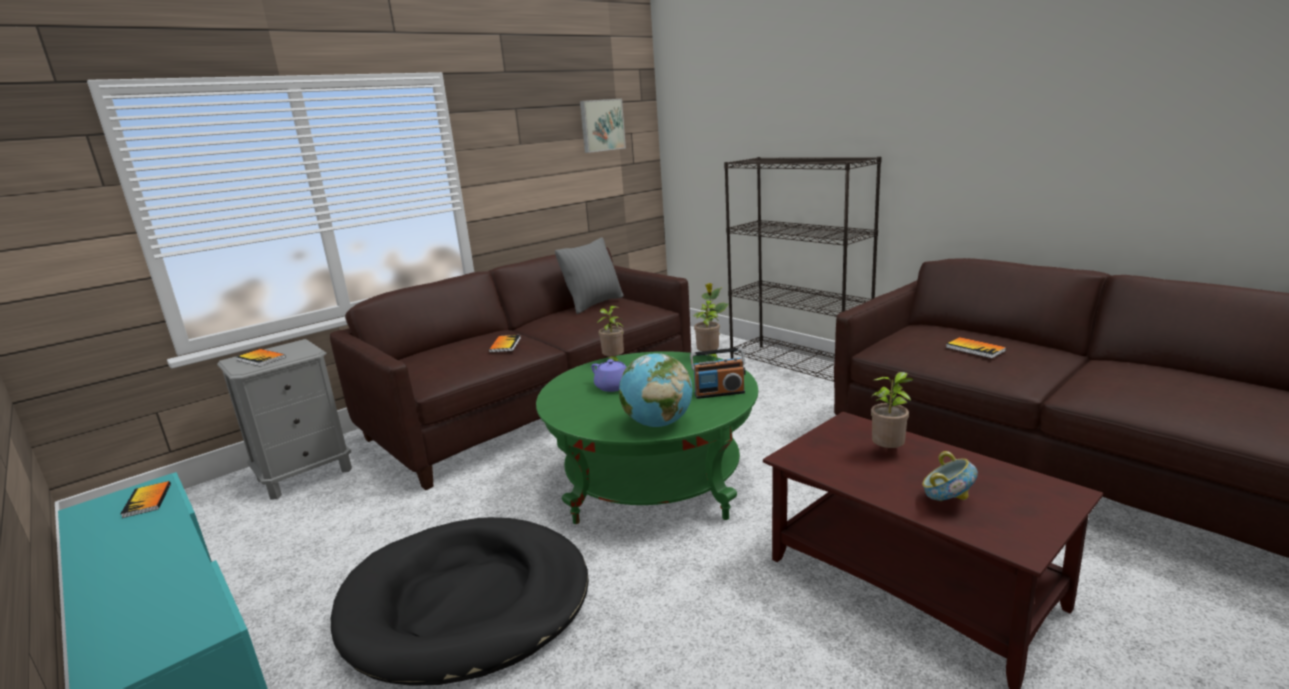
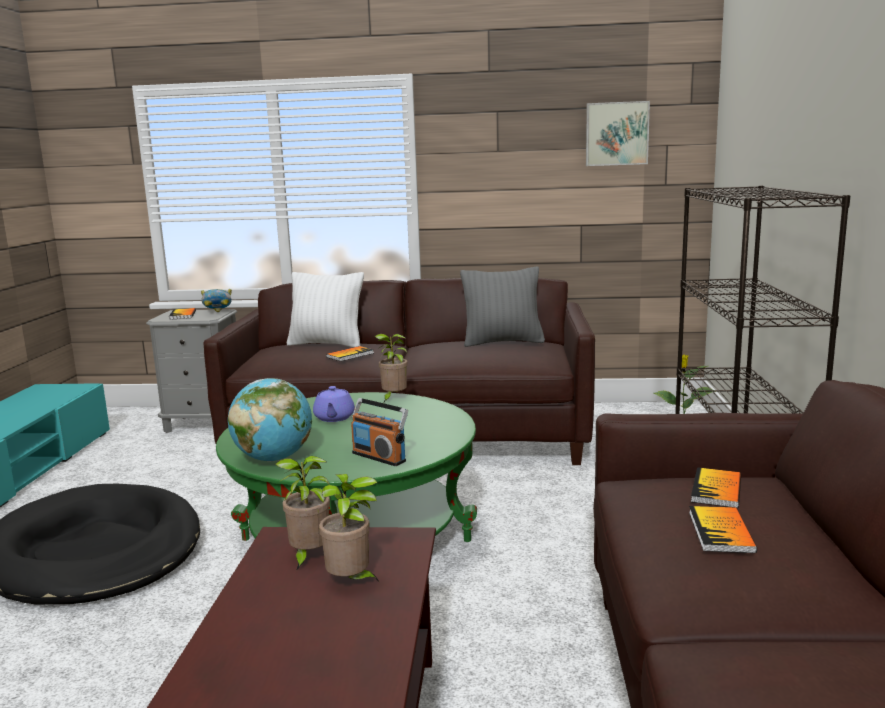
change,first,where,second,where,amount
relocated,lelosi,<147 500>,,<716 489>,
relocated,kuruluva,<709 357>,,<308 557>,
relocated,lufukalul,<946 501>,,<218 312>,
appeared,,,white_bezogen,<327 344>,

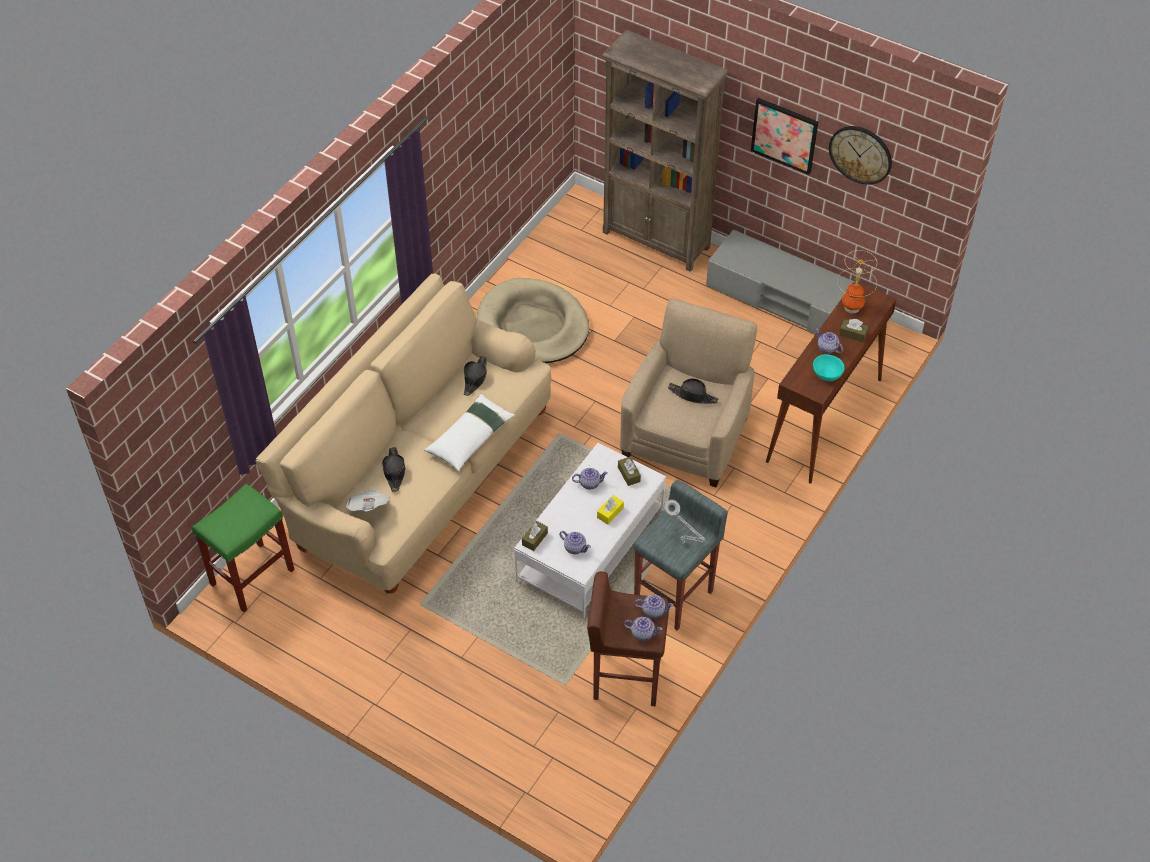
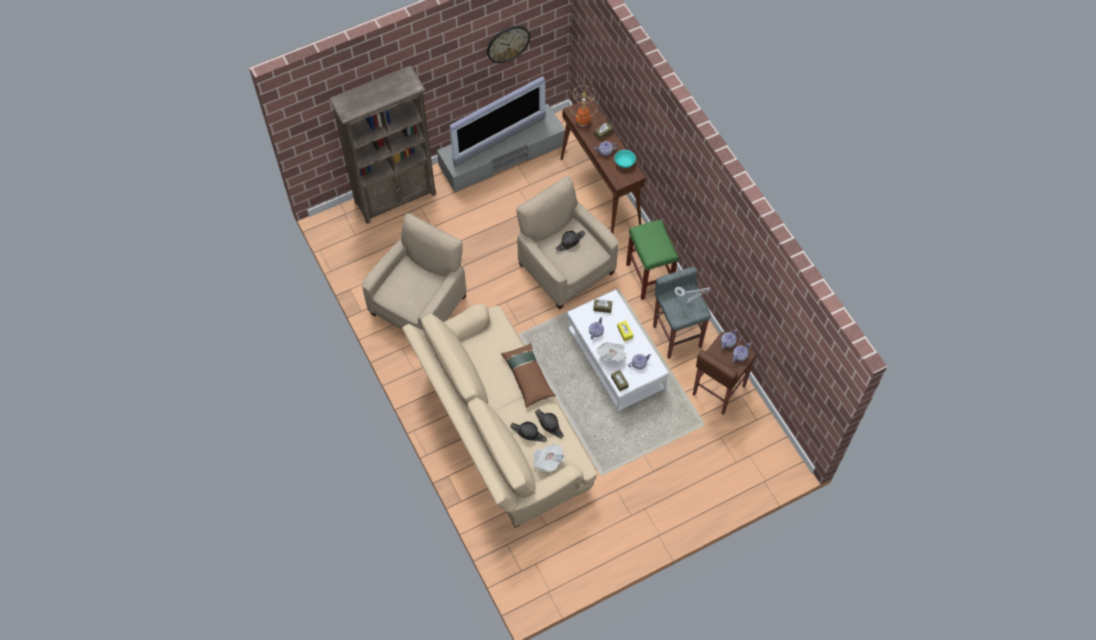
change,first,where,second,where,amount
relocated,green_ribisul,<251 578>,,<650 277>,
colour,white_bezogen,<470 438>,brown_bezogen,<528 377>,
relocated,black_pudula,<475 378>,,<549 425>,
exchanged,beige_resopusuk,<533 326>,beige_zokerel,<419 304>,
missing,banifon,<784 135>,,,
appeared,,,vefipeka,<500 143>,
appeared,,,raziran,<612 355>,

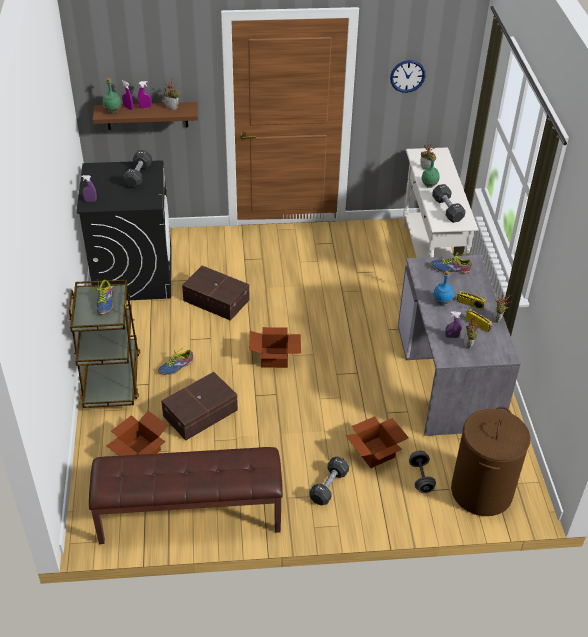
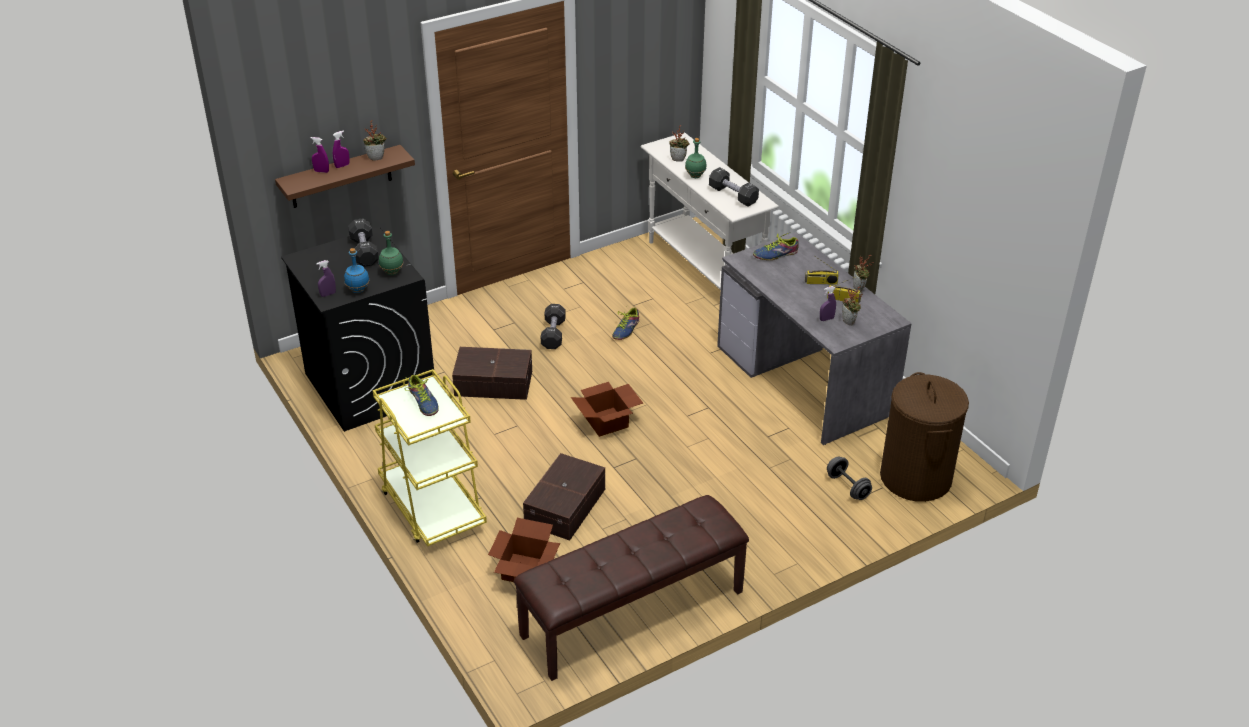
change,first,where,second,where,amount
colour,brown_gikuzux,<112 379>,yellow_gikuzux,<432 507>,
relocated,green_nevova,<113 111>,,<392 272>,
relocated,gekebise,<176 366>,,<626 329>,
relocated,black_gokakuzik,<329 486>,,<553 334>,
missing,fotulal,<376 452>,,,
missing,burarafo,<407 76>,,,
relocated,blue_nevova,<442 302>,,<358 290>,

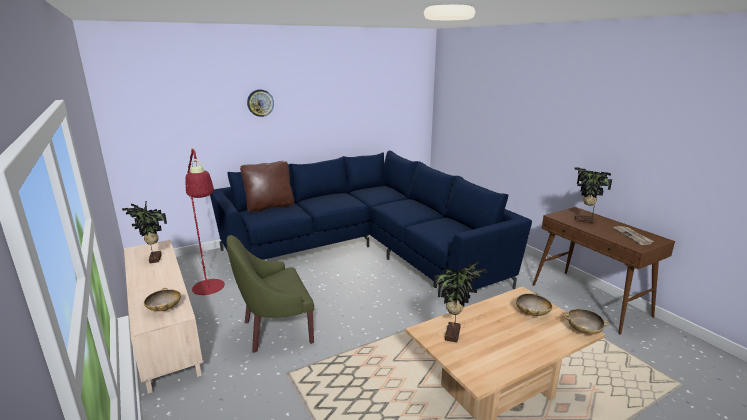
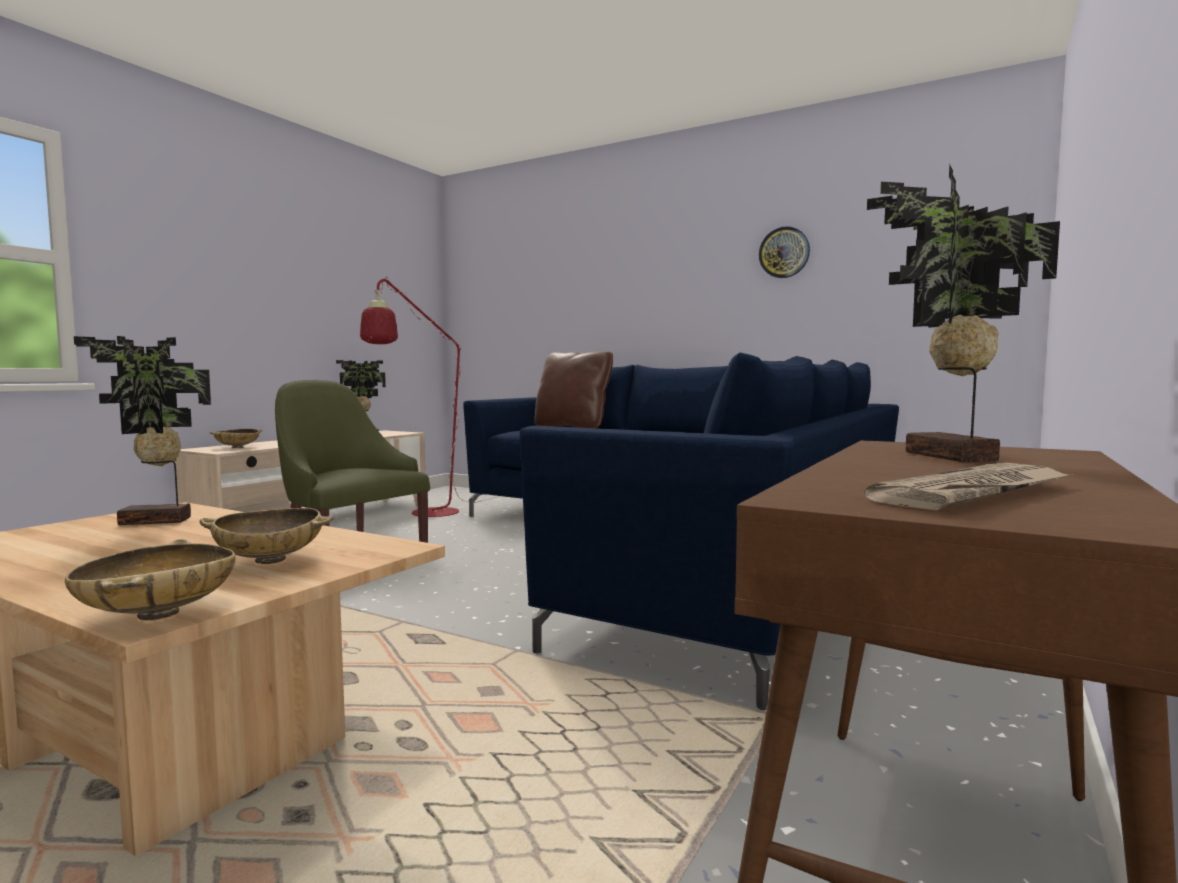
change,first,where,second,where,amount
relocated,burarafo,<260 103>,,<784 252>,

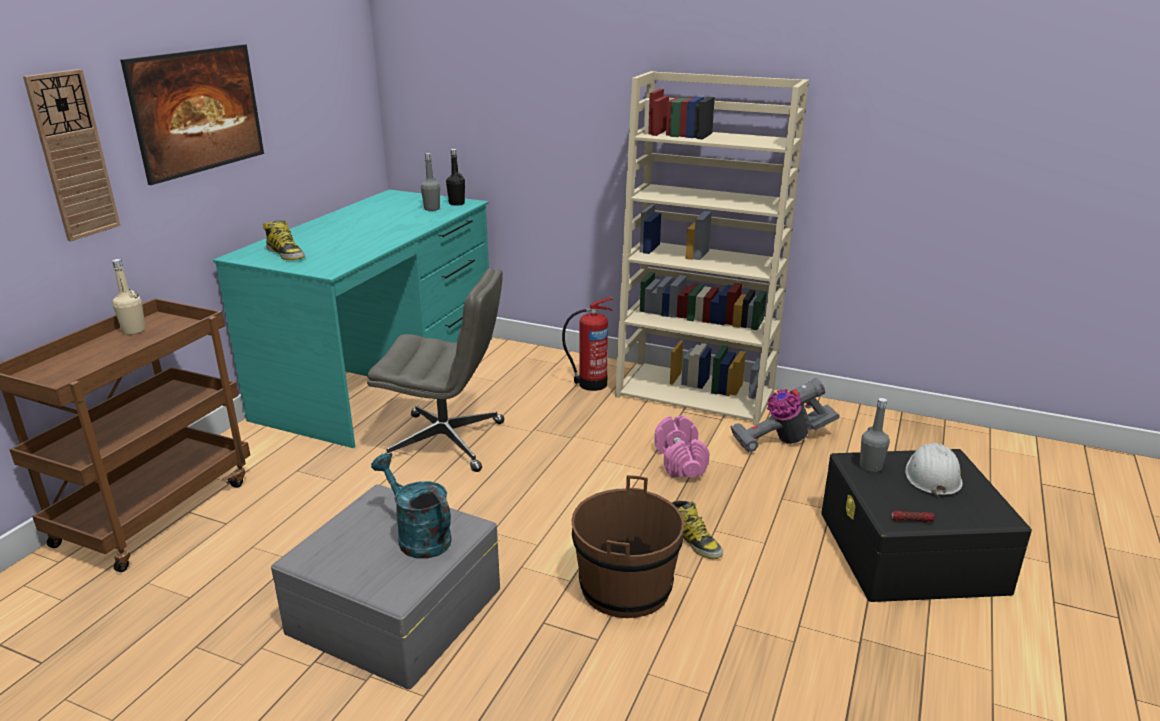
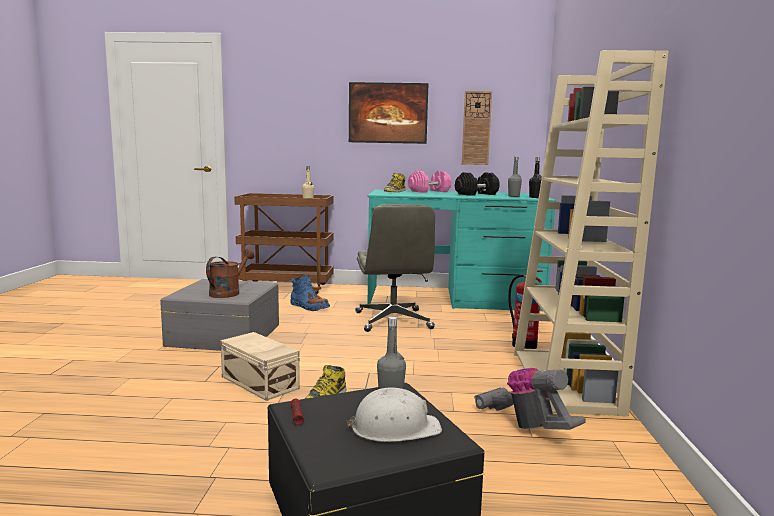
change,first,where,second,where,amount
relocated,burarafo,<73 155>,,<476 128>,
colour,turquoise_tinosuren,<418 536>,brown_tinosuren,<228 292>,
exchanged,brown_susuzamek,<626 587>,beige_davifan,<259 383>,
relocated,pink_gokakuzik,<680 461>,,<429 191>,
appeared,,,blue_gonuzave,<309 307>,
appeared,,,black_gokakuzik,<476 194>,

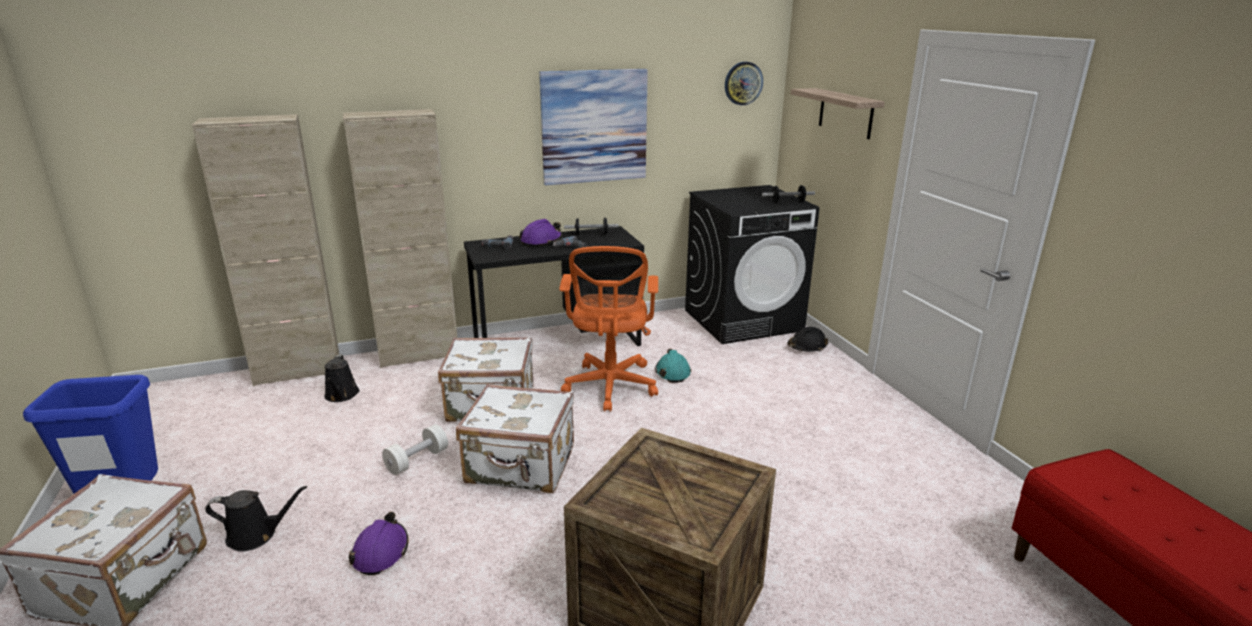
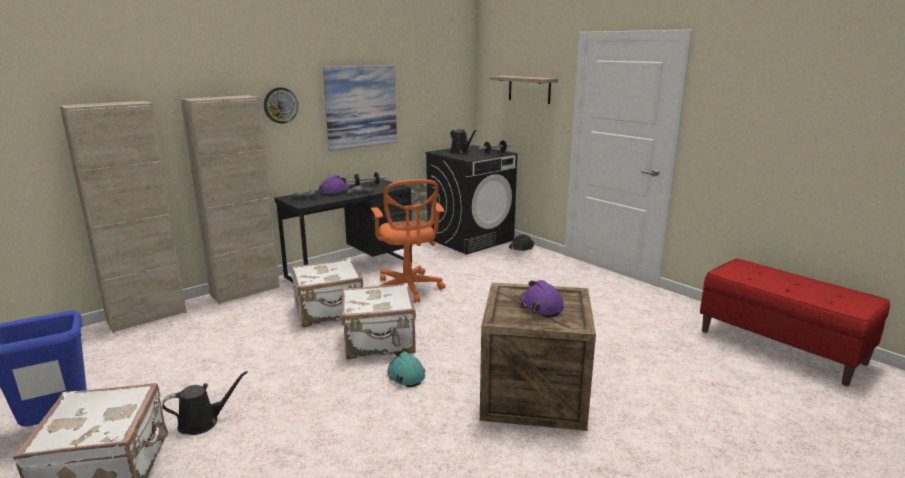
change,first,where,second,where,amount
relocated,black_tinosuren,<341 395>,,<461 152>,
relocated,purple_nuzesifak,<381 552>,,<541 306>,
missing,white_gokakuzik,<417 460>,,,
relocated,turquoise_nuzesifak,<672 372>,,<406 375>,
relocated,burarafo,<743 83>,,<280 105>,

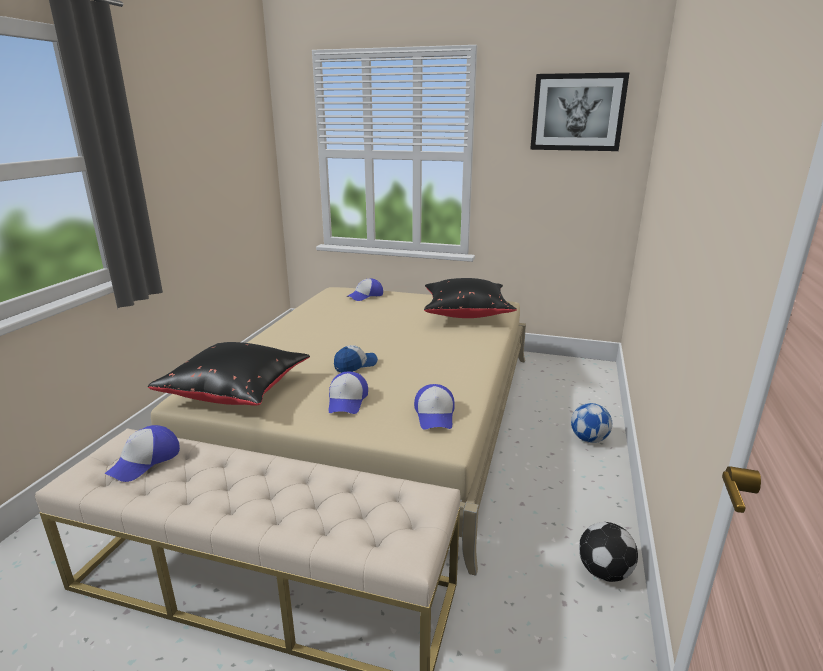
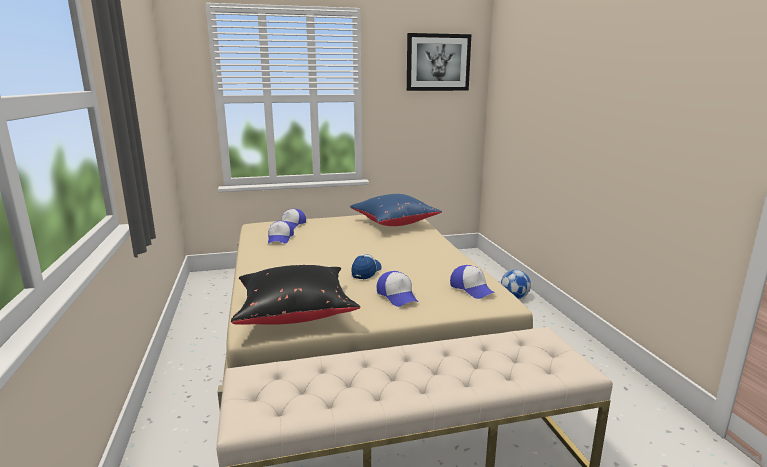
change,first,where,second,where,amount
relocated,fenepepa,<145 461>,,<280 238>,
colour,black_bezogen,<466 313>,blue_bezogen,<393 223>,
missing,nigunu,<604 572>,,,

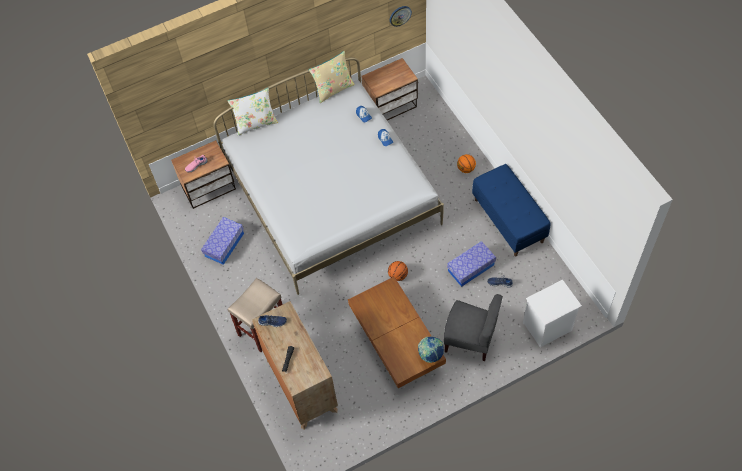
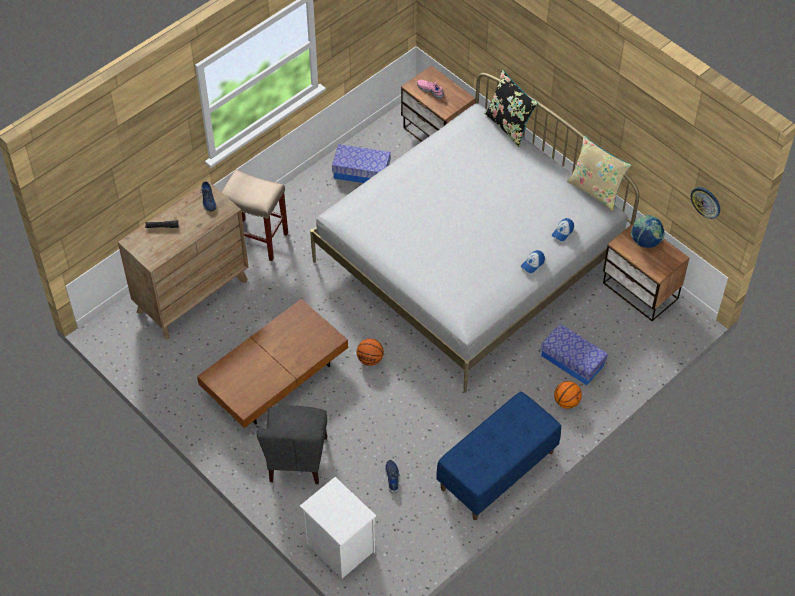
change,first,where,second,where,amount
colour,white_bezogen,<255 123>,black_bezogen,<509 126>,
relocated,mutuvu,<430 354>,,<645 242>,
relocated,davifan,<471 268>,,<572 361>,

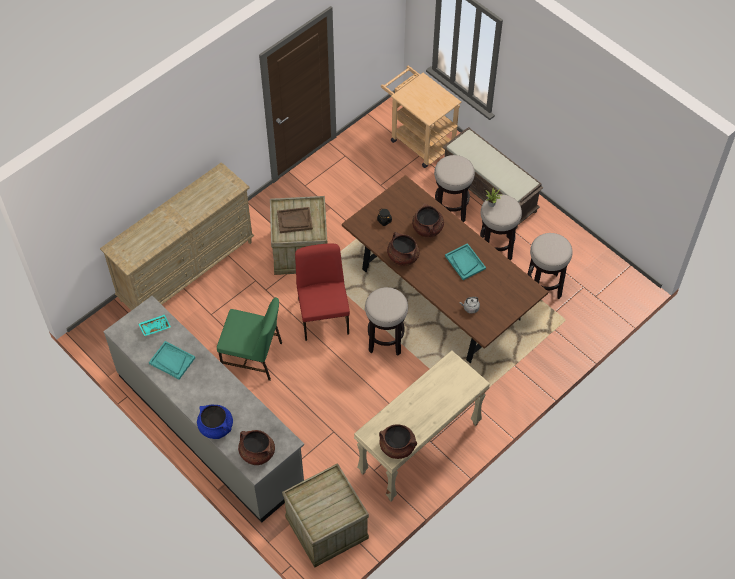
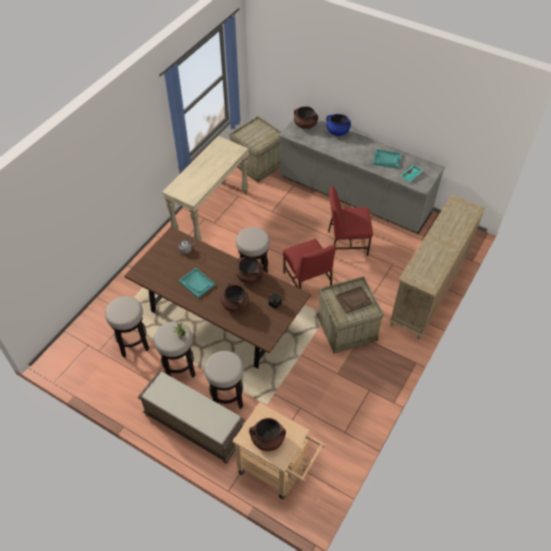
change,first,where,second,where,amount
colour,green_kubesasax,<253 357>,red_kubesasax,<346 243>,
relocated,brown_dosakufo,<397 447>,,<267 439>,

